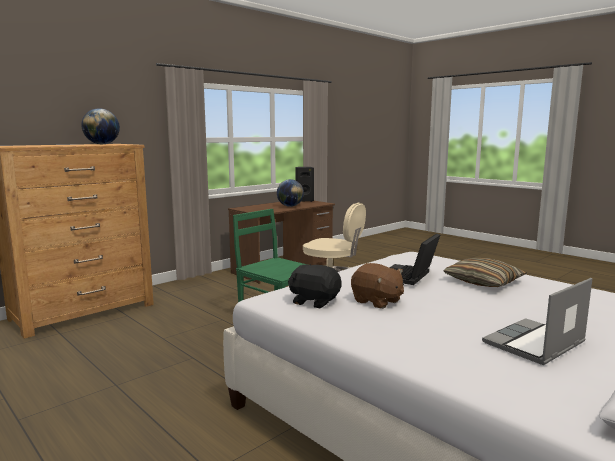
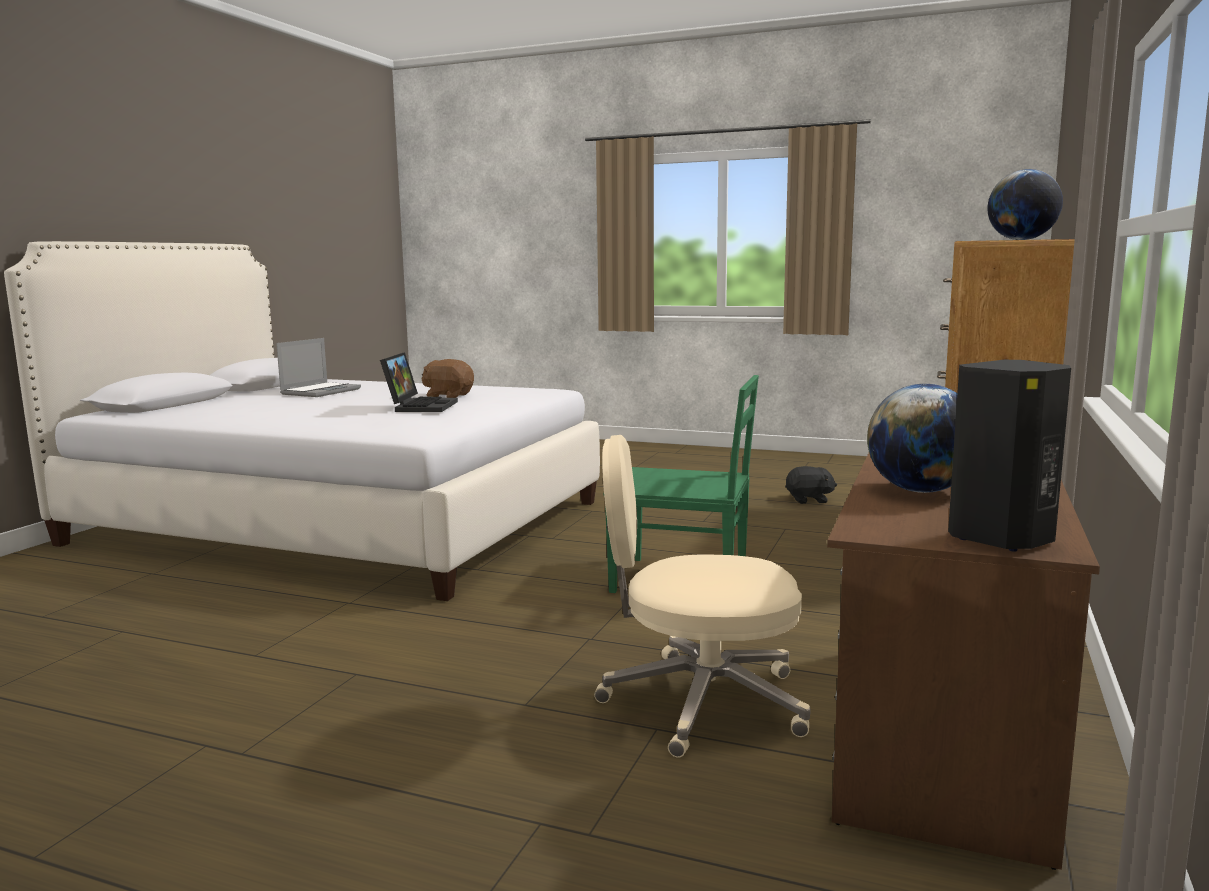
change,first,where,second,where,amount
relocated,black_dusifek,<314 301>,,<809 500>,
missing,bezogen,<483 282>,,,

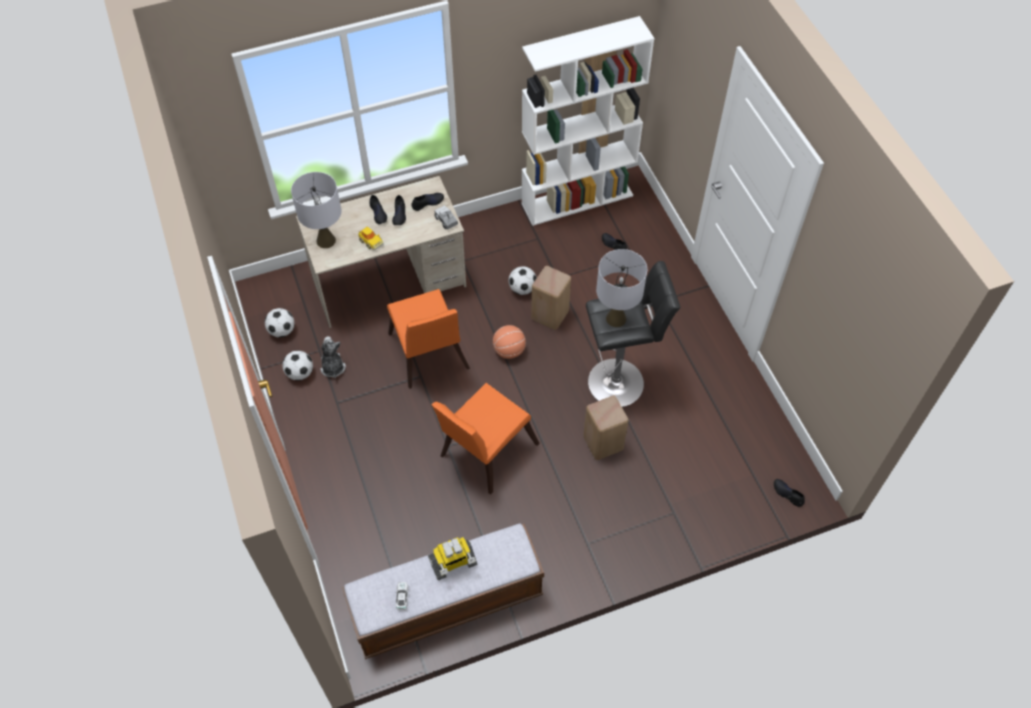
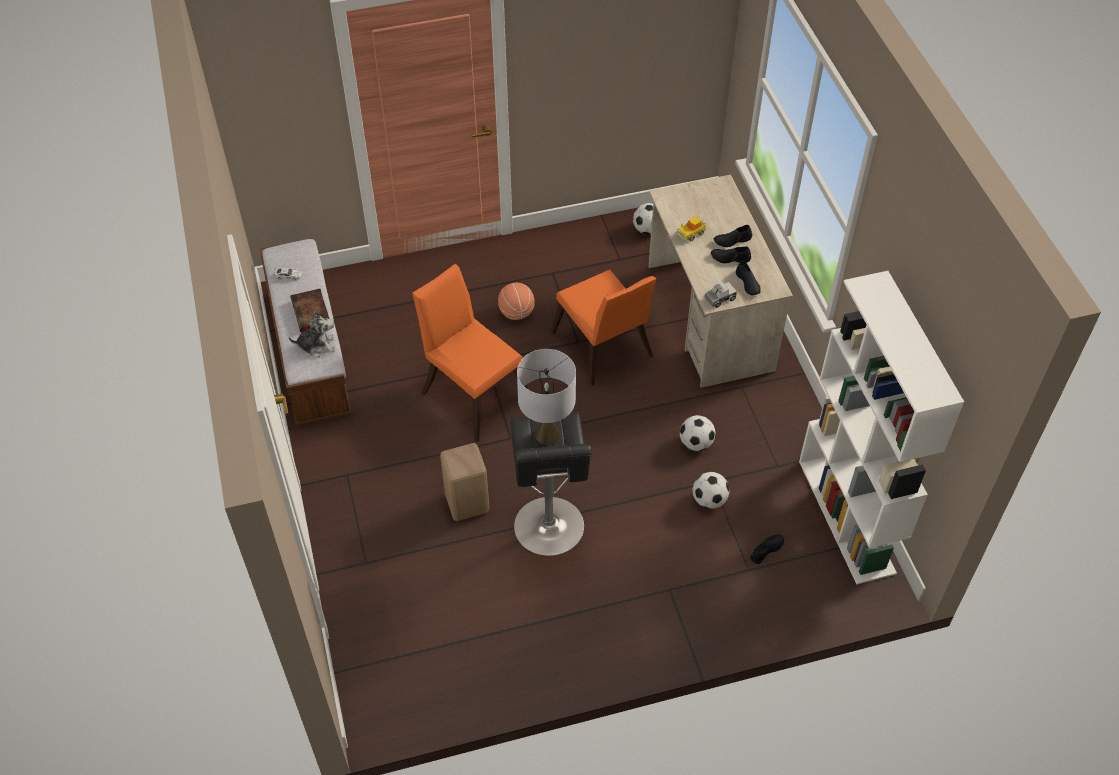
change,first,where,second,where,amount
relocated,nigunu,<300 373>,,<709 500>,
missing,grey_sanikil,<326 240>,,,
relocated,dusifek,<332 367>,,<317 346>,
spun,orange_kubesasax,<429 356>,,<603 350>,105 degrees counterclockwise
exchanged,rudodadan,<453 563>,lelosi,<312 313>,
relocated,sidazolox,<509 350>,,<516 313>,
missing,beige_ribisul,<551 315>,,,
missing,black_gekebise,<787 494>,,,

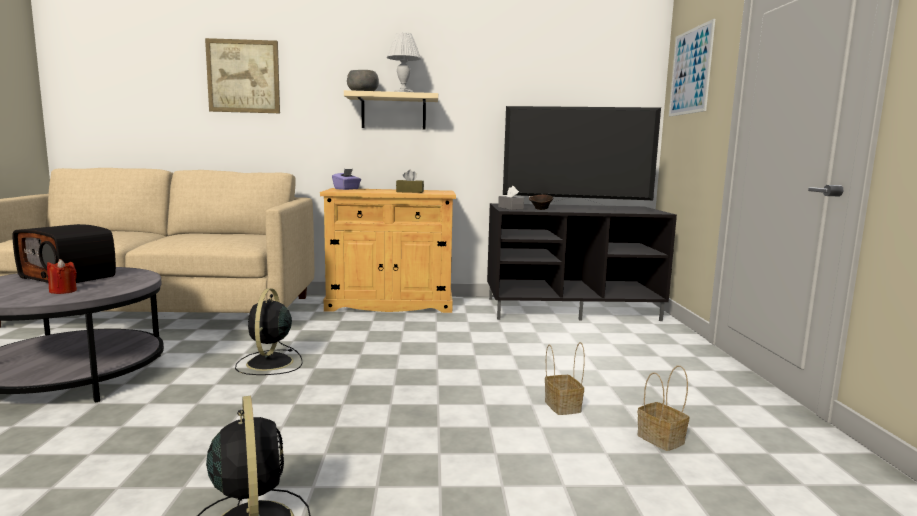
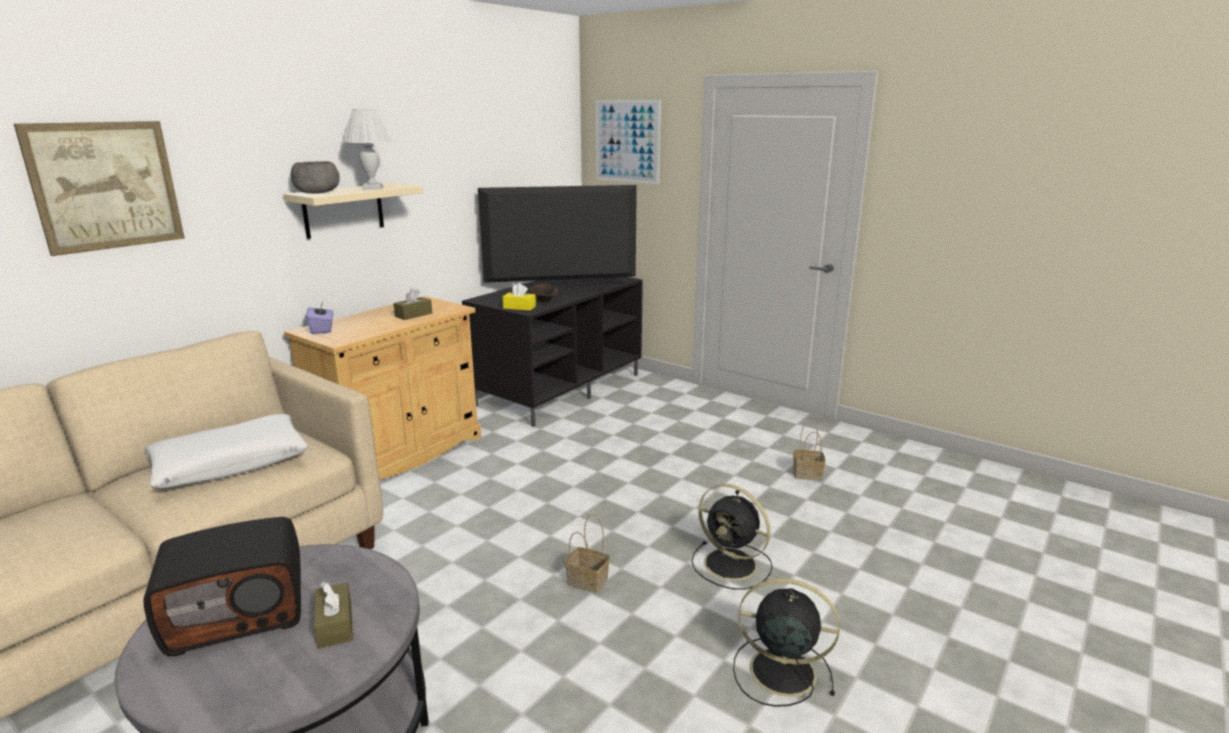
change,first,where,second,where,amount
exchanged,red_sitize,<63 291>,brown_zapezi,<335 625>,
relocated,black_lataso,<269 363>,,<732 565>,
colour,grey_zapezi,<510 208>,yellow_zapezi,<519 307>,
spun,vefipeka,<575 209>,,<561 291>,150 degrees counterclockwise
relocated,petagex,<561 406>,,<586 581>,
appeared,,,white_bezogen,<230 463>,

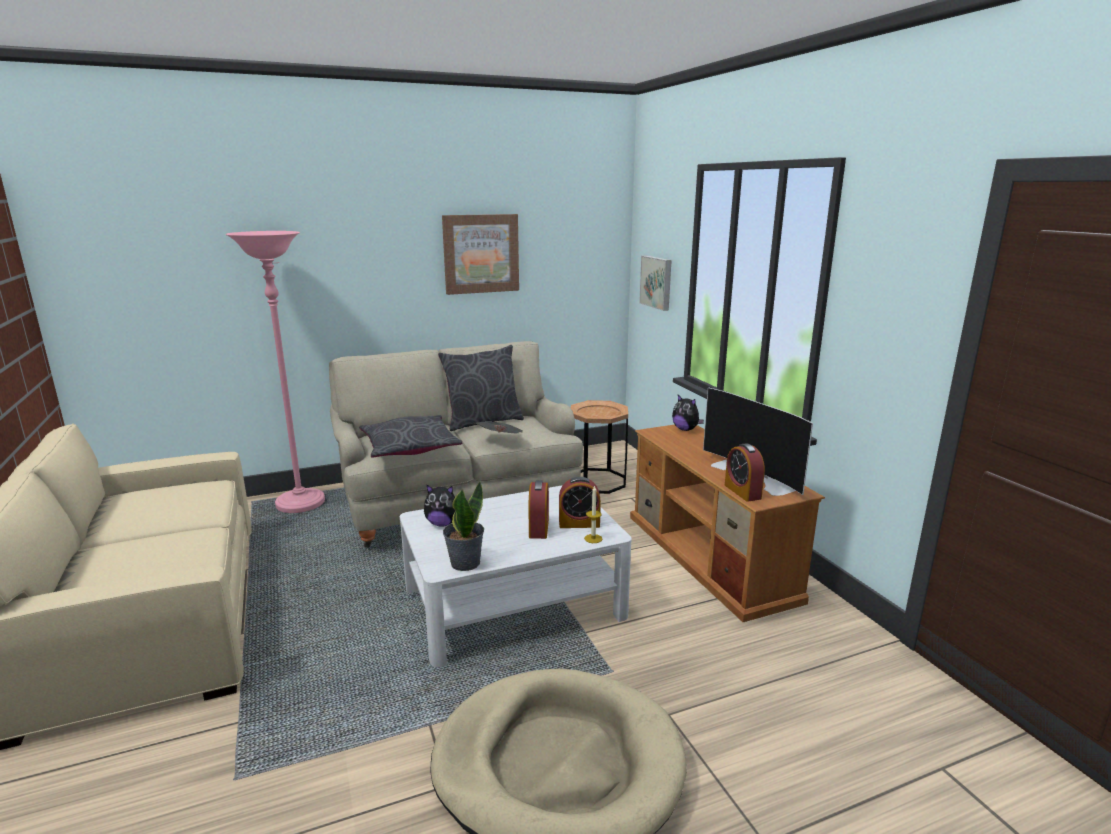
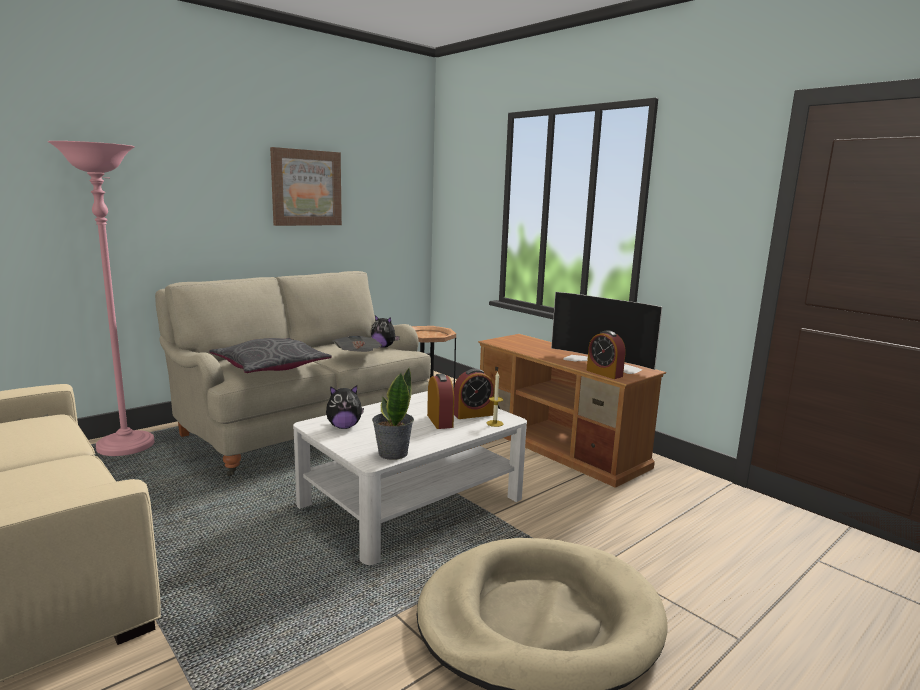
change,first,where,second,where,amount
missing,grey_bezogen,<483 421>,,,
missing,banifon,<657 282>,,,
relocated,dusifek,<685 429>,,<384 347>,

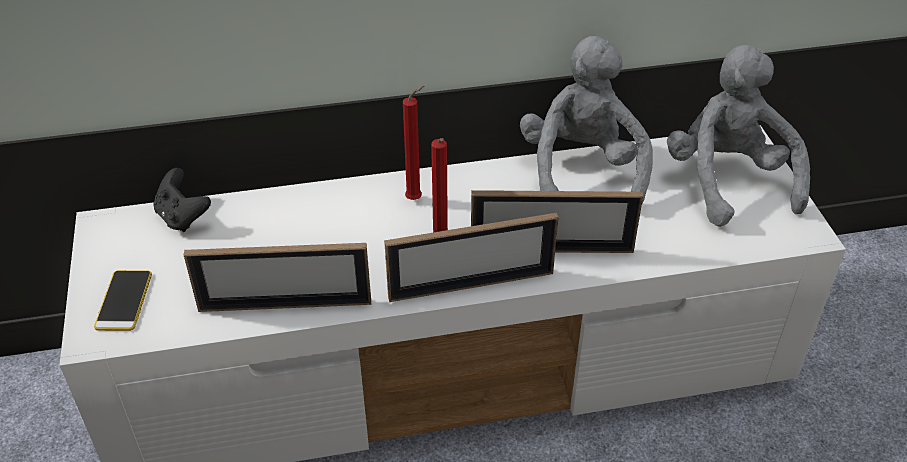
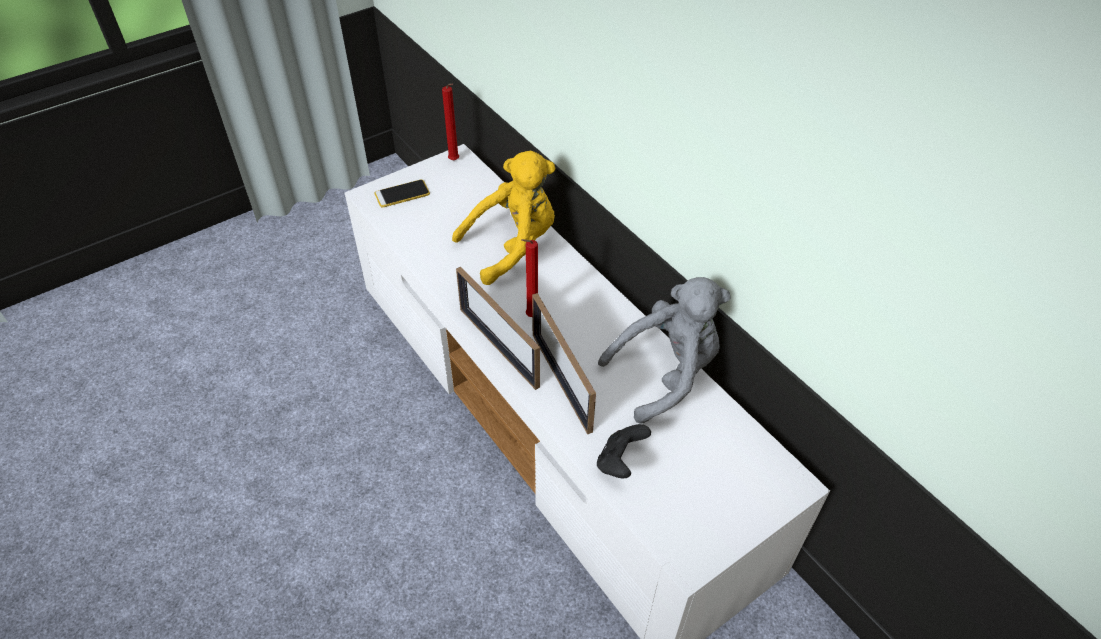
change,first,where,second,where,amount
relocated,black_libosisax,<183 217>,,<620 462>,
missing,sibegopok,<285 305>,,,
relocated,red_sitize,<416 199>,,<455 161>,
missing,grey_dusifek,<727 181>,,,
appeared,,,yellow_dusifek,<513 246>,

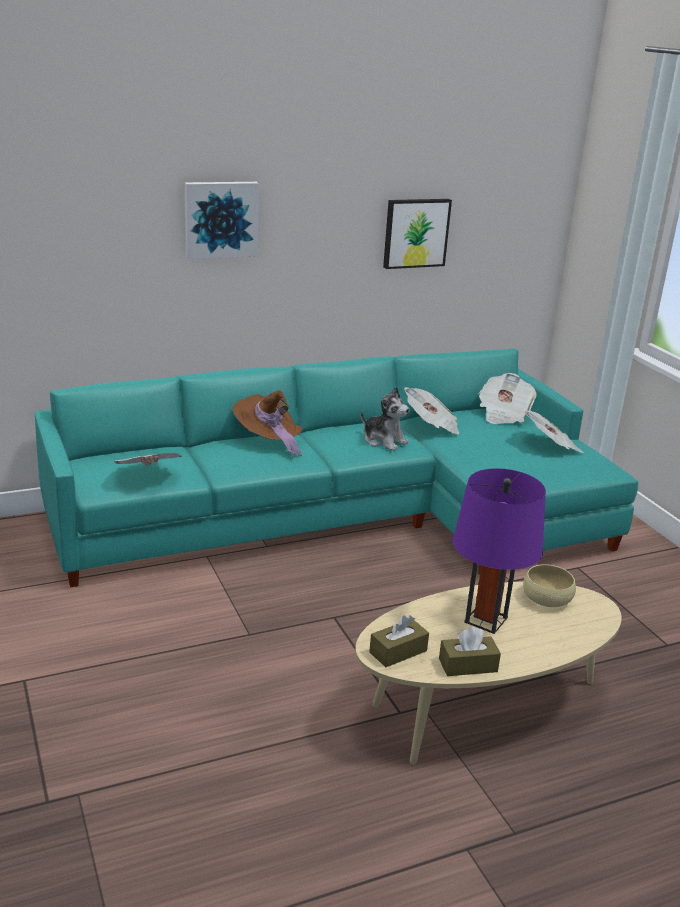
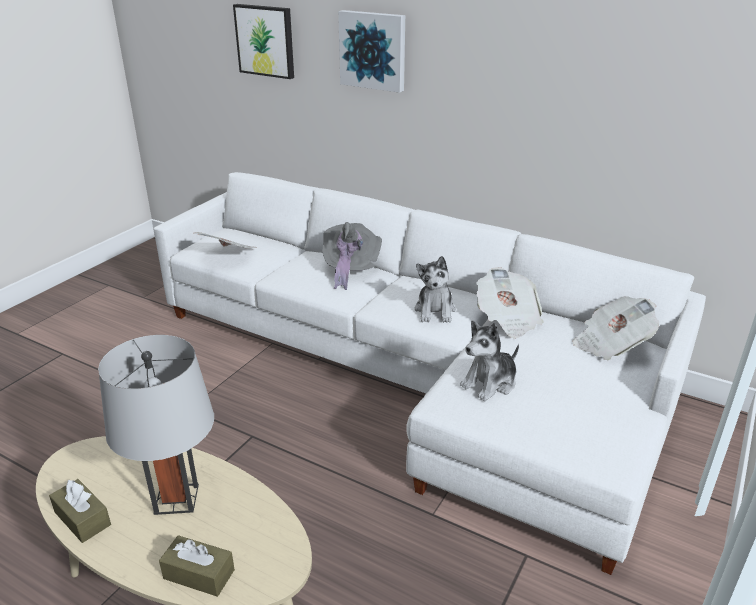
change,first,where,second,where,amount
colour,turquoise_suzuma,<352 516>,white_suzuma,<419 374>,
colour,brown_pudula,<268 441>,grey_pudula,<350 269>,
relocated,brown_zapezi,<398 651>,,<199 574>,
relocated,banifon,<415 233>,,<266 41>,
colour,purple_sanikil,<486 620>,grey_sanikil,<176 499>,
missing,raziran,<550 447>,,,
missing,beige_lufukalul,<547 598>,,,
appeared,,,dusifek,<490 383>,

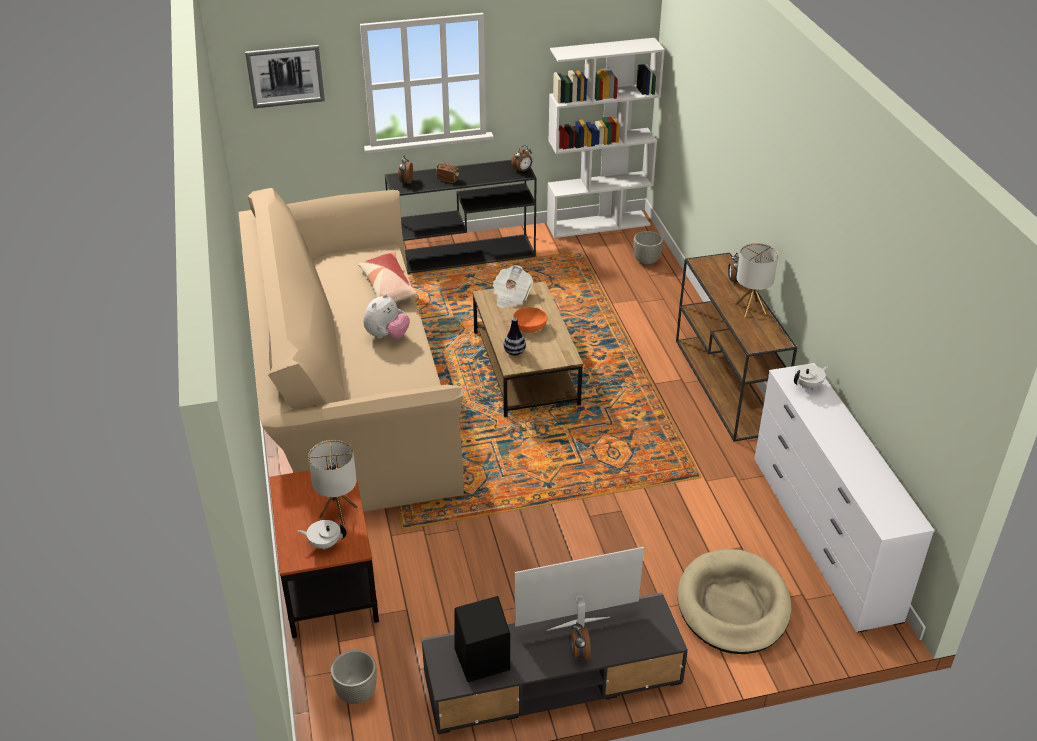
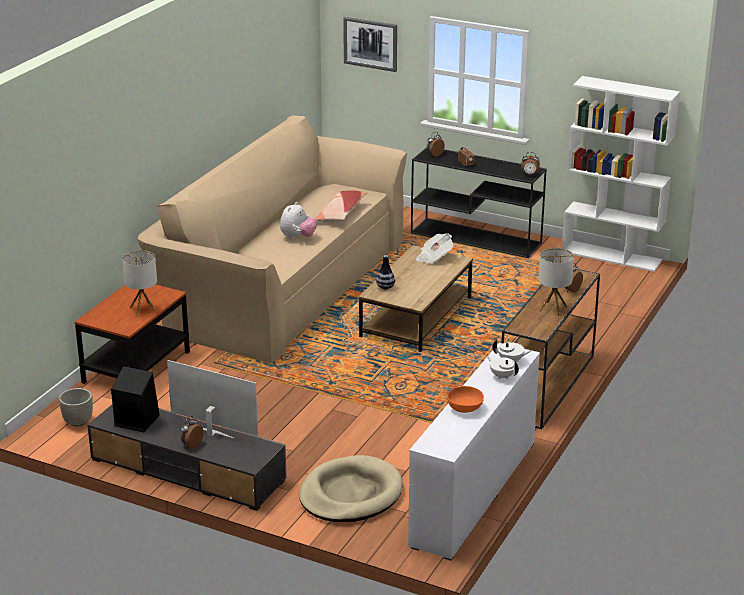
change,first,where,second,where,amount
relocated,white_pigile,<324 543>,,<502 376>,
spun,dusifek,<387 336>,,<298 237>,45 degrees counterclockwise
relocated,orange_lufukalul,<530 327>,,<465 407>,
missing,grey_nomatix,<646 261>,,,

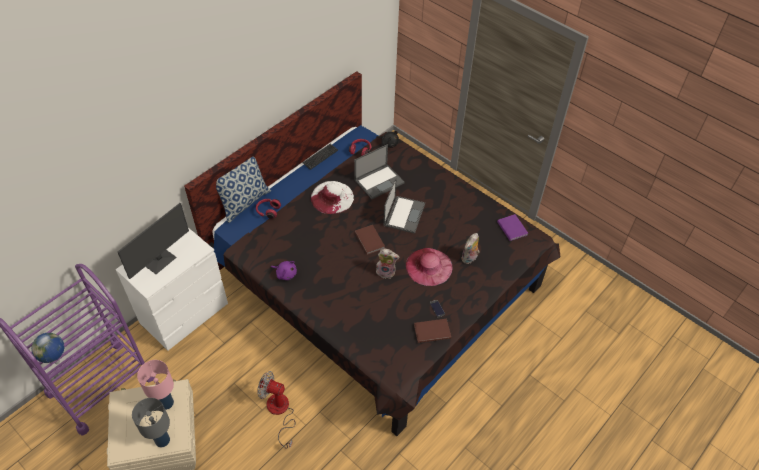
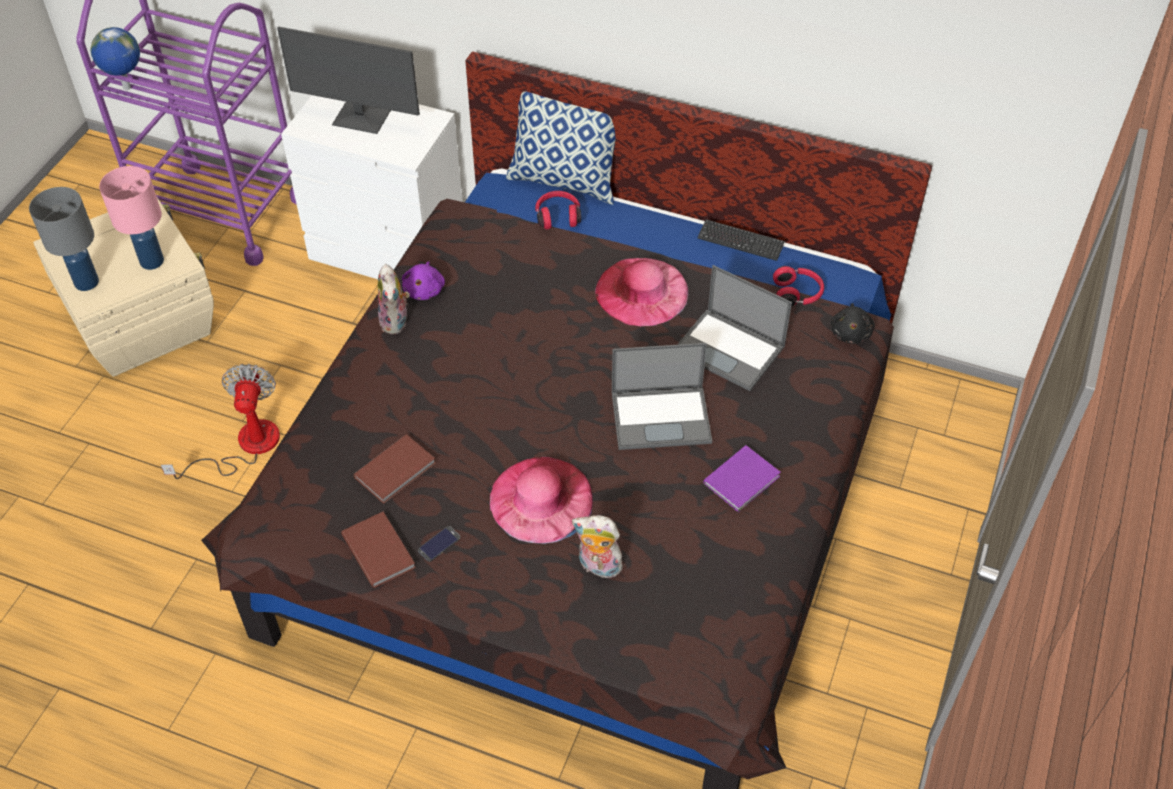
change,first,where,second,where,amount
colour,white_pudula,<332 197>,pink_pudula,<642 291>,
relocated,brown_lelosi,<370 240>,,<397 470>,
relocated,dusifek,<386 271>,,<396 322>,
relocated,purple_lelosi,<512 228>,,<743 480>,

